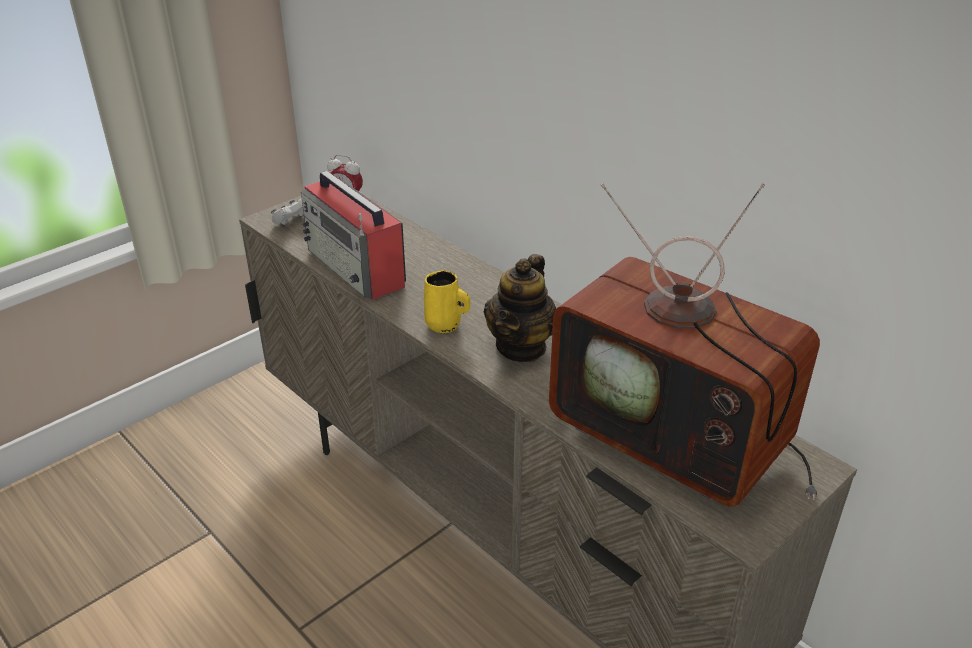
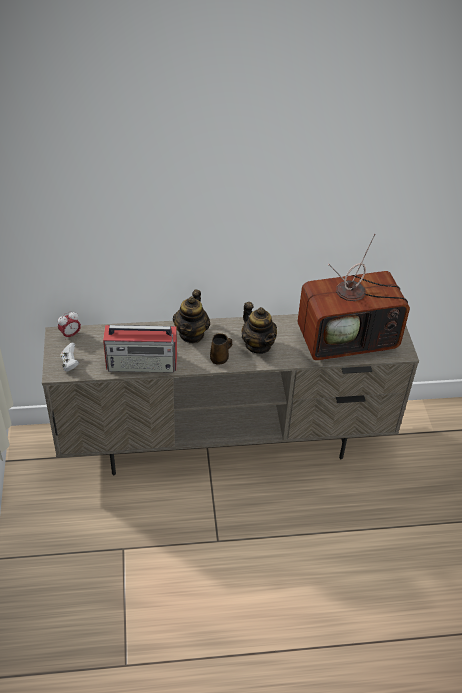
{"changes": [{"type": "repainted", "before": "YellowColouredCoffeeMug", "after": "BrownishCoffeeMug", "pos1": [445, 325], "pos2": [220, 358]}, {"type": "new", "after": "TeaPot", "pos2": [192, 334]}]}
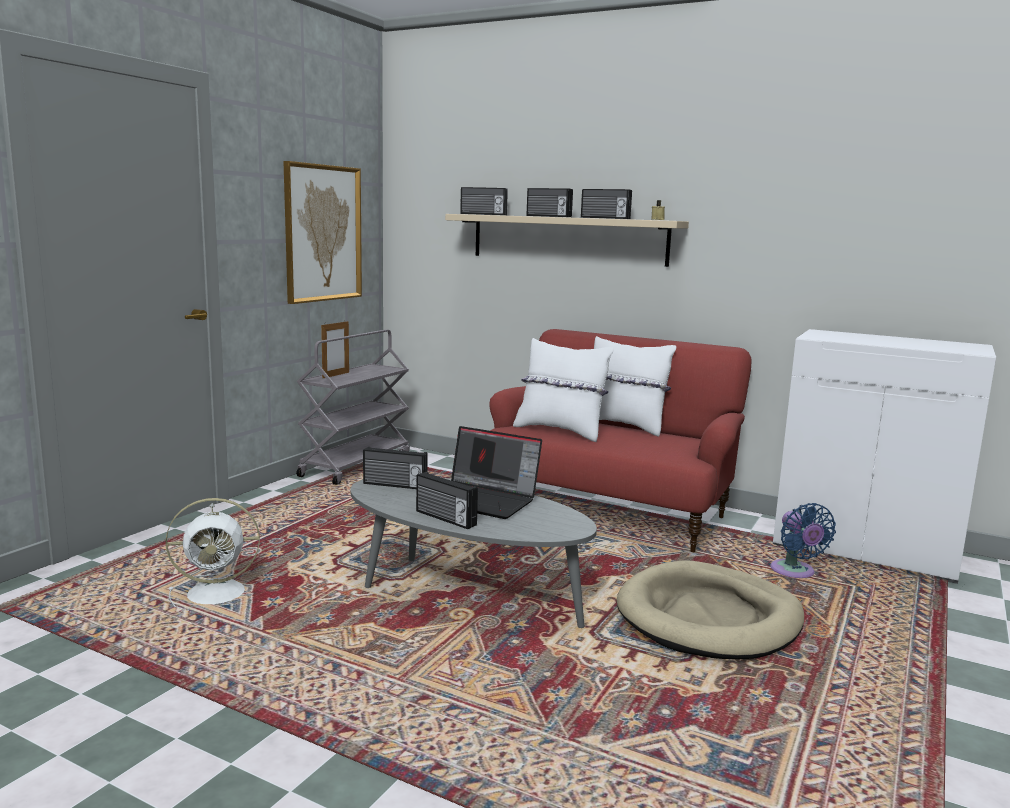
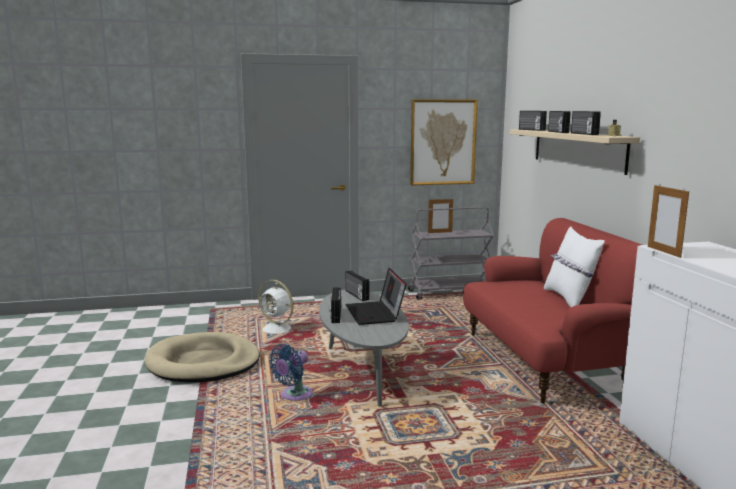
{"changes": [{"type": "gone", "before": "WhiteColouredCushion", "pos1": [561, 431]}, {"type": "shifted", "before": "SandColouredDogBed", "pos1": [709, 618], "pos2": [203, 363]}, {"type": "shifted", "before": "BluishCoolingFan", "pos1": [794, 573], "pos2": [294, 395]}, {"type": "new", "after": "PictureFrame", "pos2": [663, 252]}]}
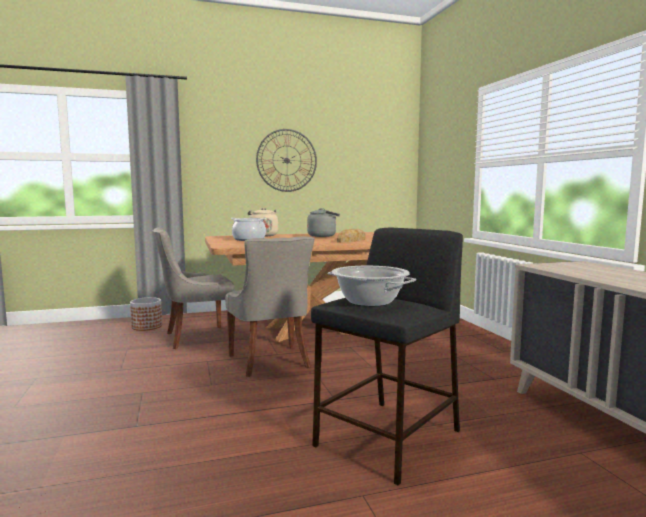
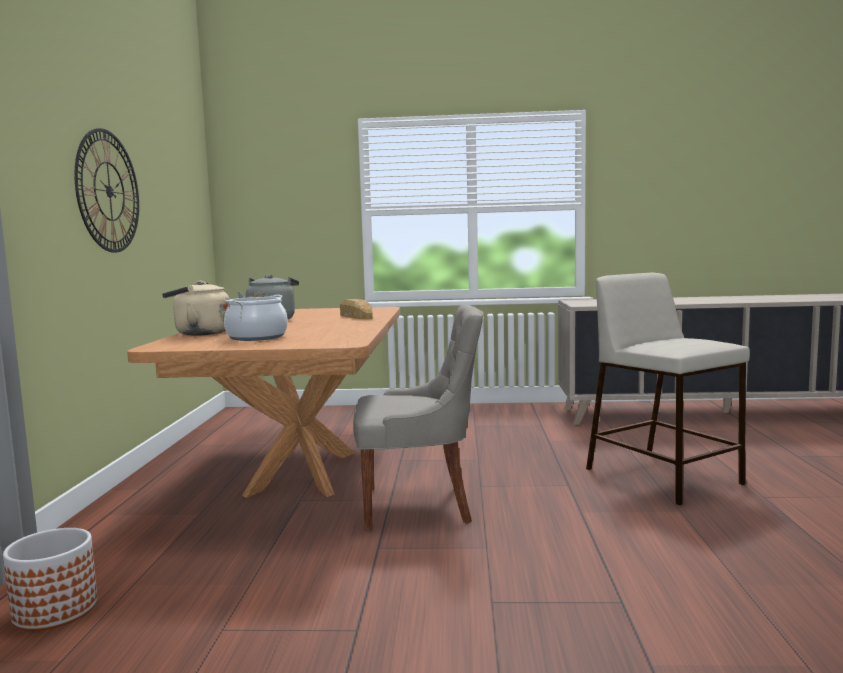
{"changes": [{"type": "gone", "before": "GrayUprightChair", "pos1": [196, 337]}, {"type": "repainted", "before": "BlackColouredStool", "after": "SandColouredStool", "pos1": [387, 439], "pos2": [664, 476]}, {"type": "gone", "before": "Stockpot", "pos1": [370, 301]}]}
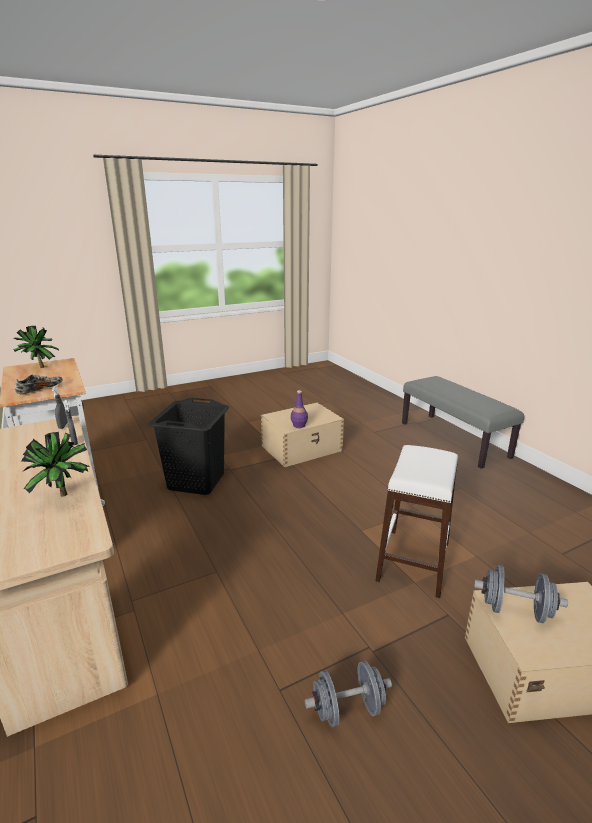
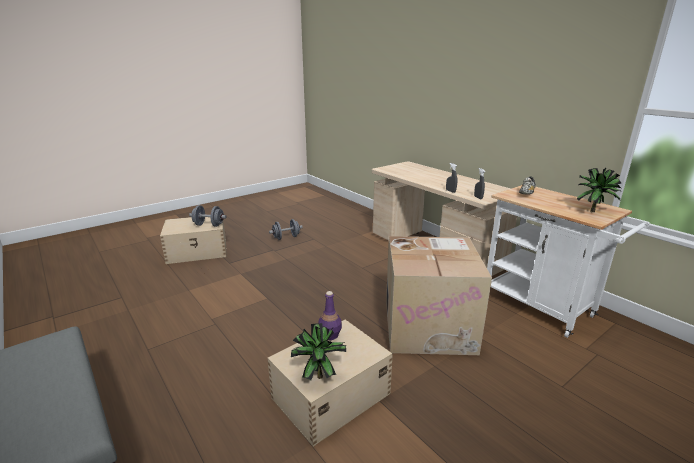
{"changes": [{"type": "shifted", "before": "PottedPlant", "pos1": [63, 497], "pos2": [318, 374]}, {"type": "swapped", "before": "BlackColouredWashingBasket", "after": "Carton", "pos1": [195, 481], "pos2": [429, 326]}, {"type": "gone", "before": "WhiteColouredStool", "pos1": [414, 561]}]}
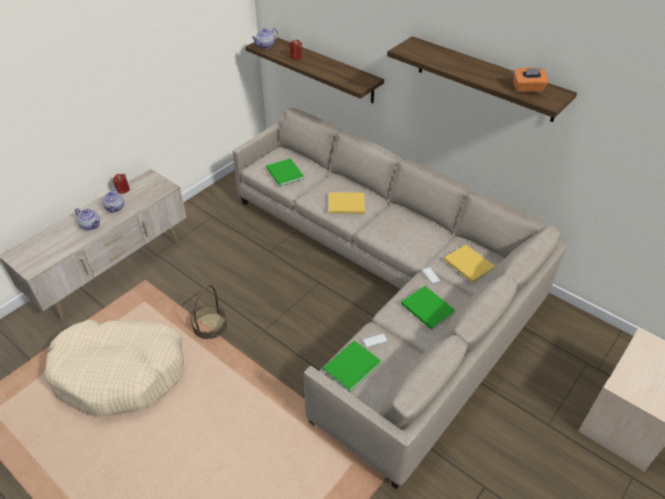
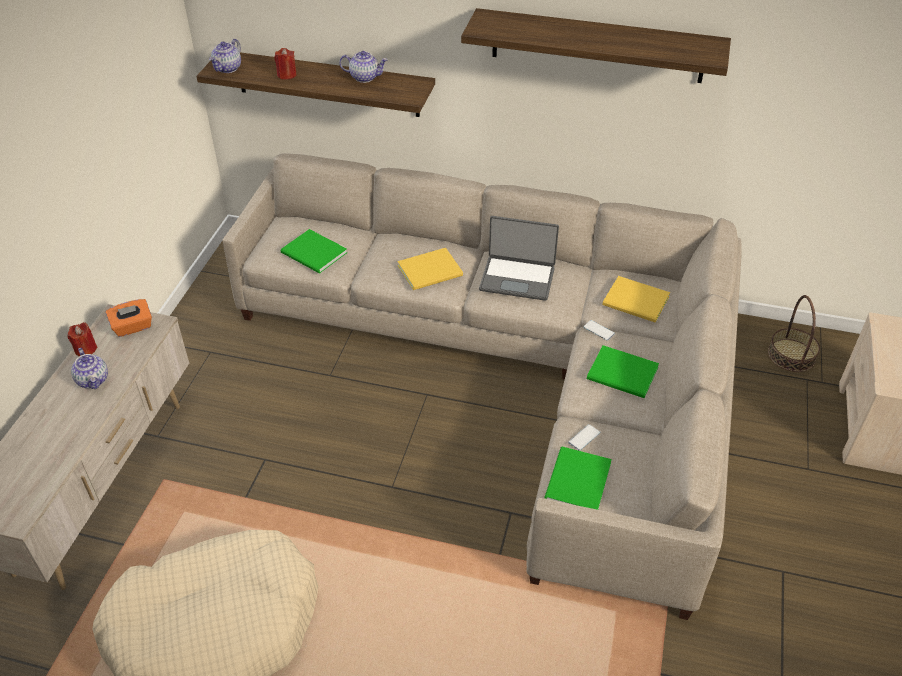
{"changes": [{"type": "shifted", "before": "TeaPot", "pos1": [91, 225], "pos2": [365, 77]}, {"type": "shifted", "before": "StorageBasket", "pos1": [210, 326], "pos2": [791, 355]}, {"type": "shifted", "before": "OrangeyTissueBox", "pos1": [528, 89], "pos2": [133, 327]}, {"type": "new", "after": "PortableComputer", "pos2": [517, 278]}]}
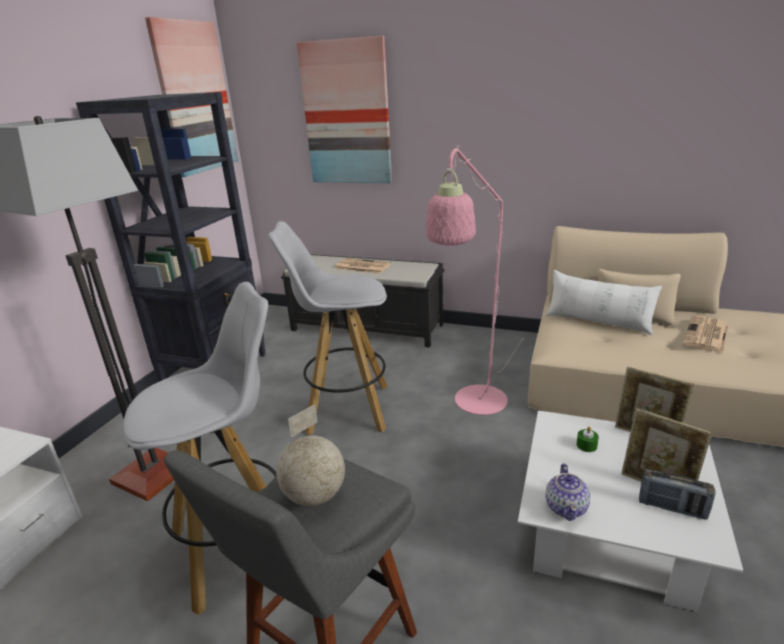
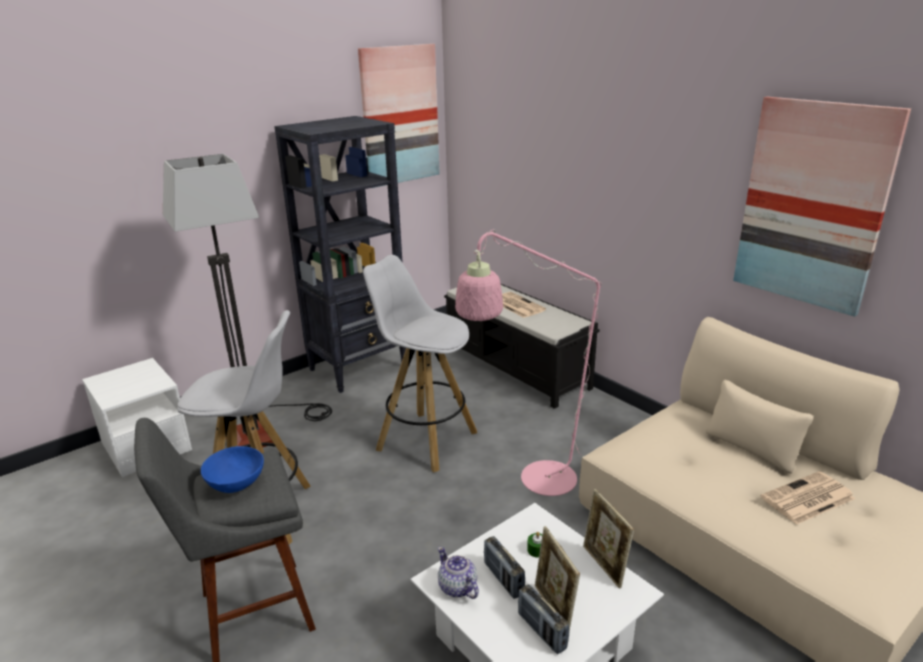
{"changes": [{"type": "swapped", "before": "WorldGlobe", "after": "BluishServingBowl", "pos1": [315, 495], "pos2": [236, 484]}, {"type": "shifted", "before": "WallArt", "pos1": [347, 114], "pos2": [812, 205]}, {"type": "gone", "before": "WhiteColouredCushion", "pos1": [597, 322]}, {"type": "rotated", "before": "TeaPot", "pos1": [566, 507], "pos2": [457, 587], "turn": 105}, {"type": "new", "after": "RadioSet", "pos2": [503, 579]}]}
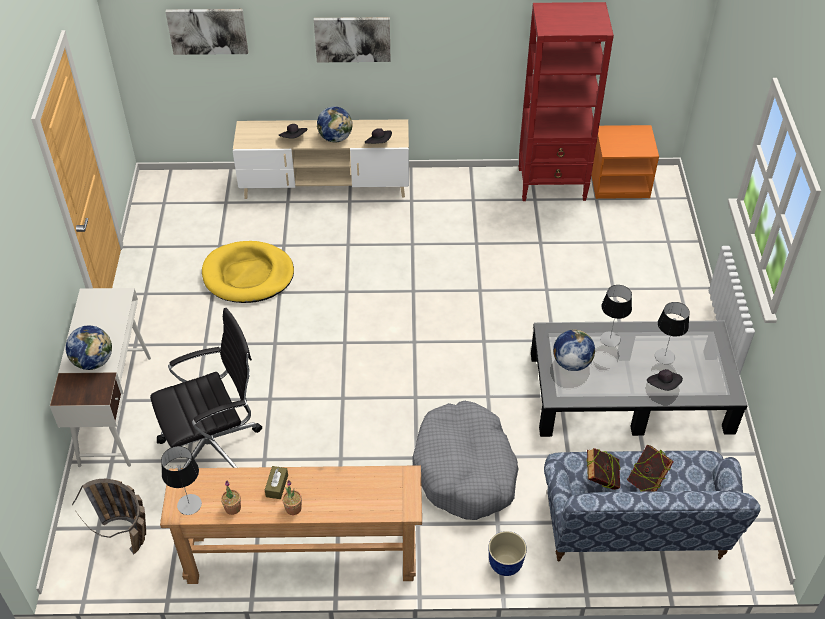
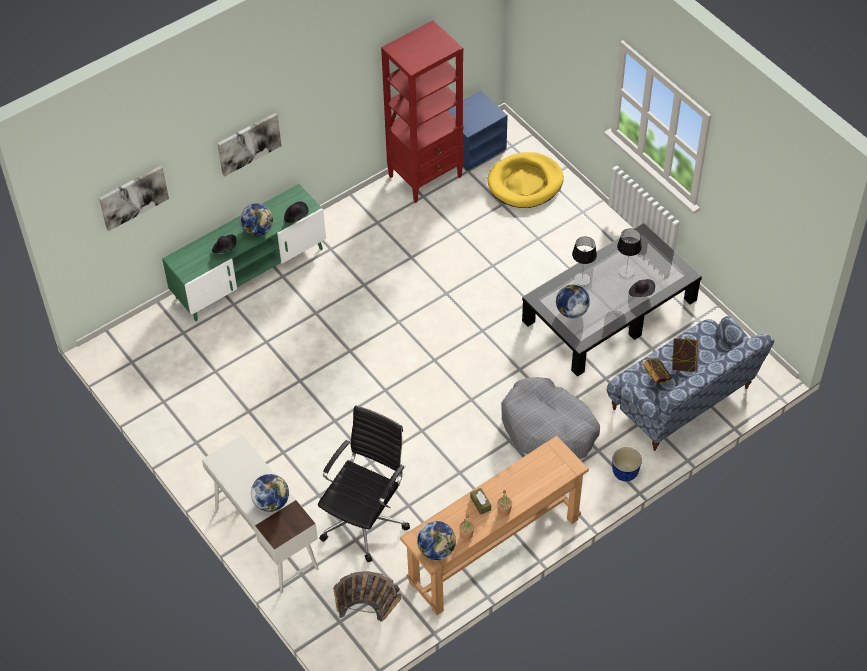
{"changes": [{"type": "swapped", "before": "TabletopLamp", "after": "WorldGlobe", "pos1": [189, 504], "pos2": [437, 550]}, {"type": "shifted", "before": "YellowColouredDogBed", "pos1": [248, 275], "pos2": [525, 183]}, {"type": "repainted", "before": "SandColouredTvStand", "after": "GreenColouredTvStand", "pos1": [325, 184], "pos2": [249, 273]}, {"type": "repainted", "before": "OrangeyBedsideTable", "after": "BluishBedsideTable", "pos1": [620, 182], "pos2": [474, 147]}]}
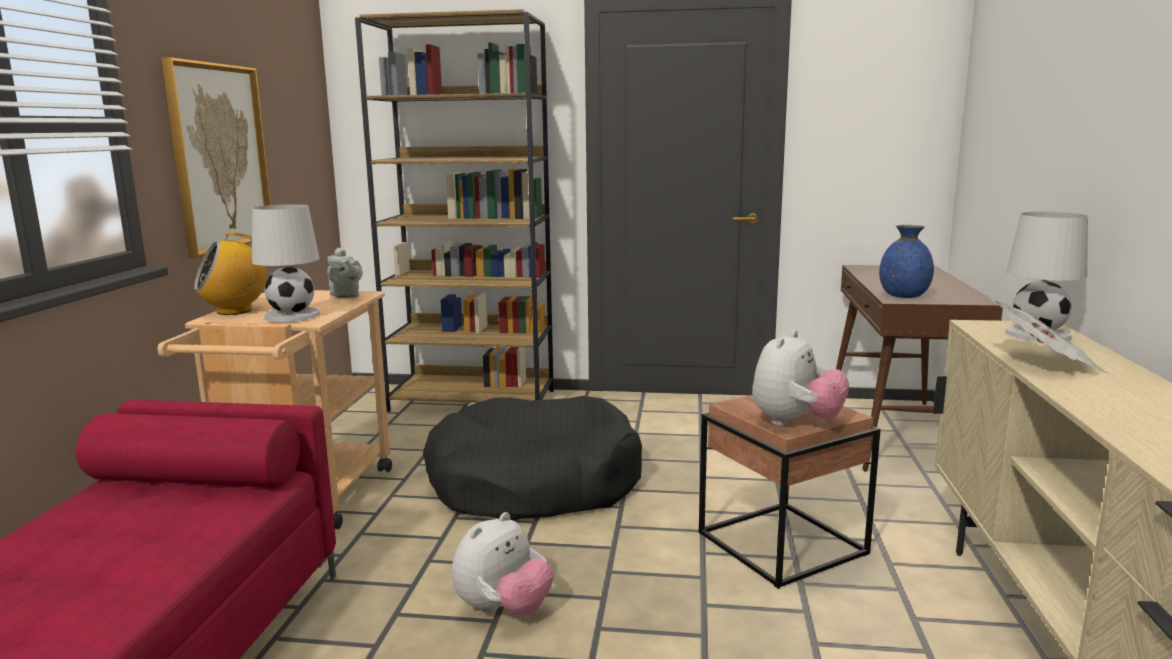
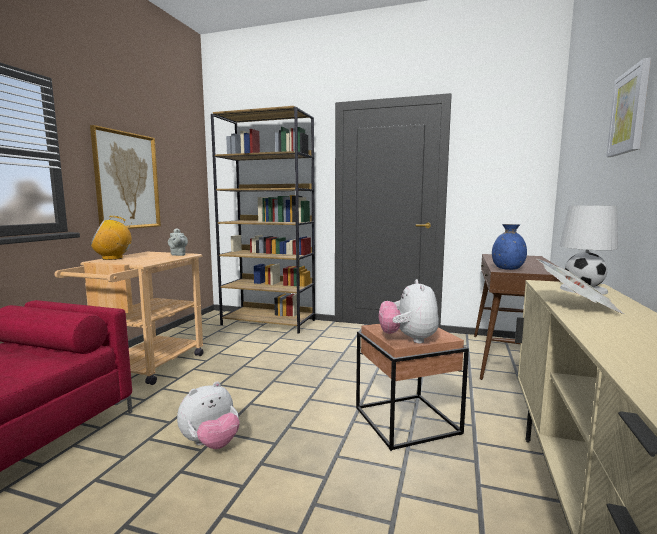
{"changes": [{"type": "gone", "before": "WhiteColouredTabletopLamp", "pos1": [292, 316]}, {"type": "gone", "before": "BlackColouredDogBed", "pos1": [534, 483]}, {"type": "rotated", "before": "SoftToy", "pos1": [795, 422], "pos2": [408, 339], "turn": 135}, {"type": "new", "after": "WallArt", "pos2": [629, 112]}]}
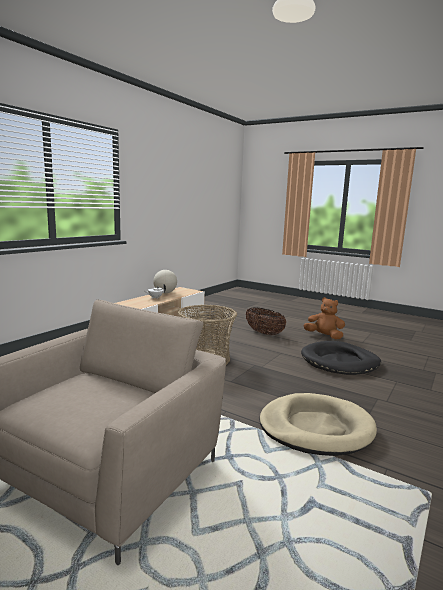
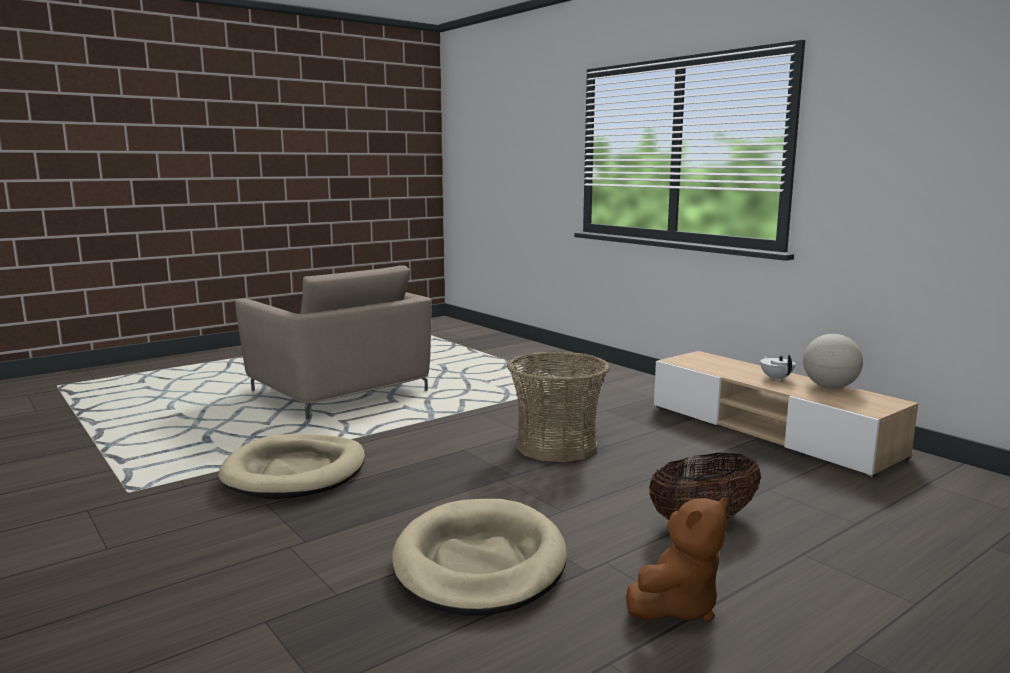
{"changes": [{"type": "repainted", "before": "BlackColouredDogBed", "after": "SandColouredDogBed", "pos1": [340, 361], "pos2": [479, 563]}]}
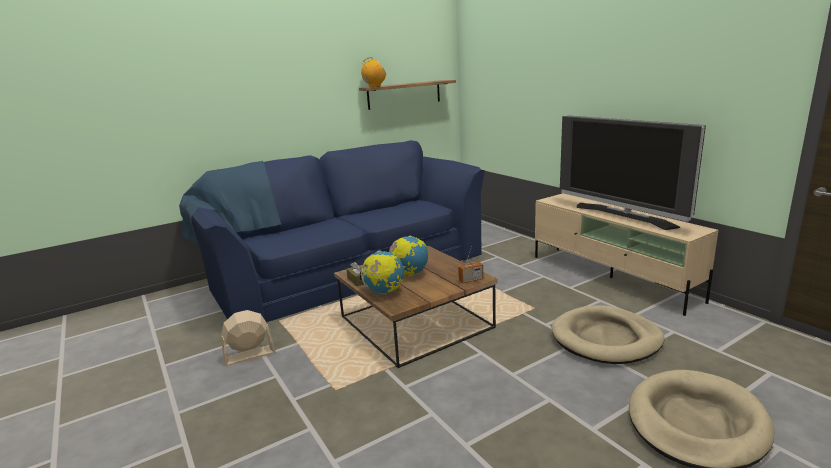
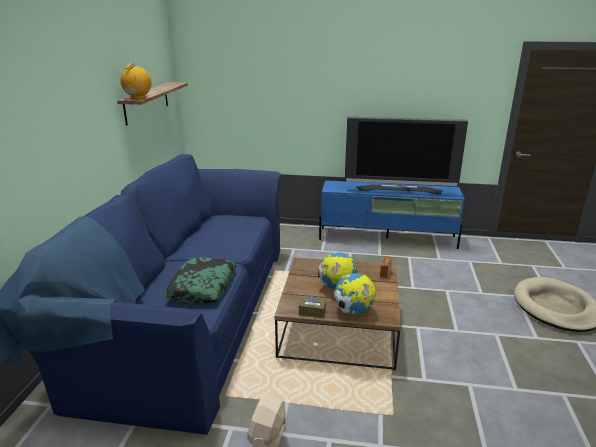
{"changes": [{"type": "repainted", "before": "SandColouredTvStand", "after": "BluishTvStand", "pos1": [611, 278], "pos2": [388, 238]}, {"type": "gone", "before": "SandColouredDogBed", "pos1": [606, 339]}, {"type": "new", "after": "Cushion", "pos2": [202, 287]}]}
